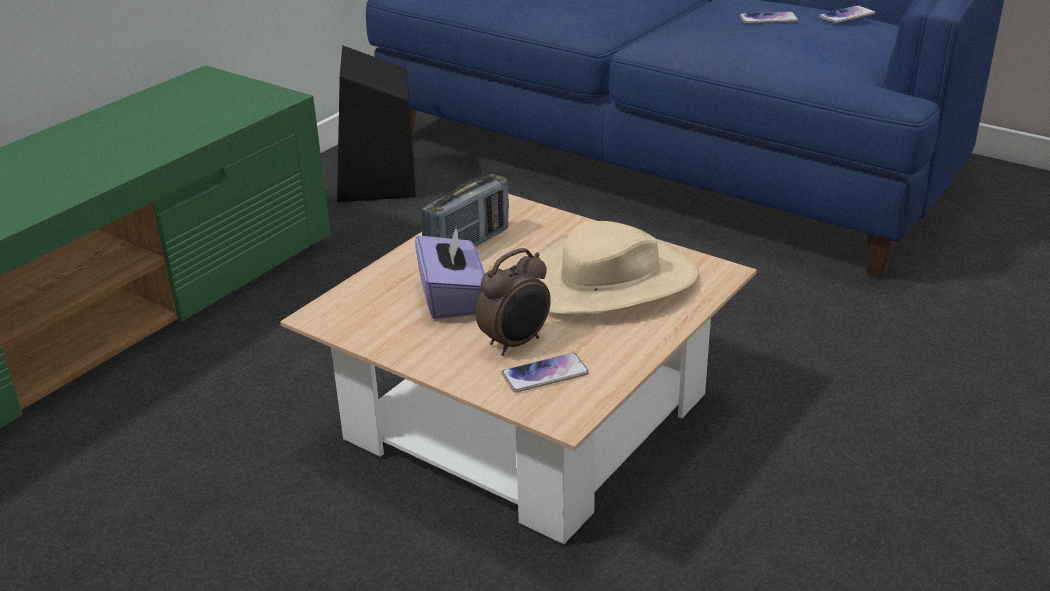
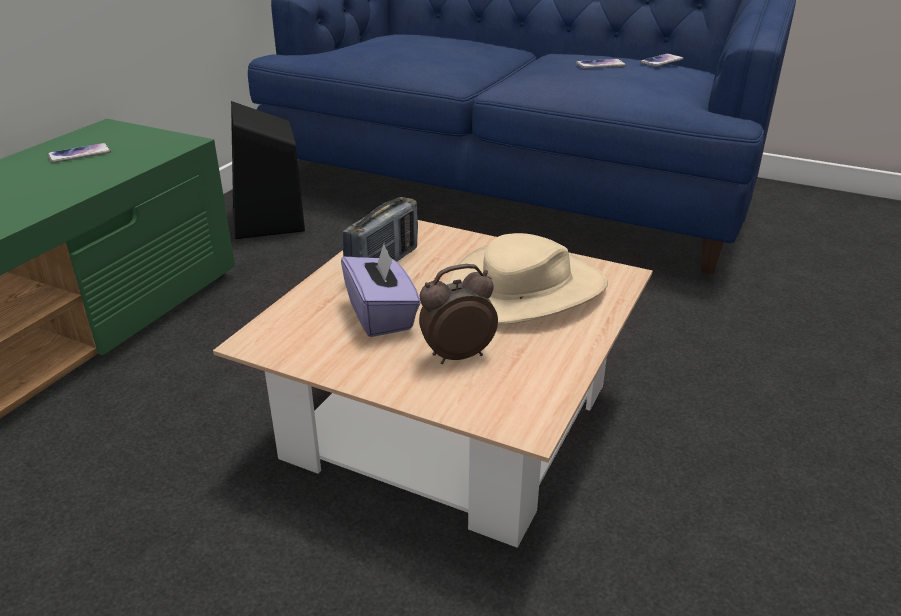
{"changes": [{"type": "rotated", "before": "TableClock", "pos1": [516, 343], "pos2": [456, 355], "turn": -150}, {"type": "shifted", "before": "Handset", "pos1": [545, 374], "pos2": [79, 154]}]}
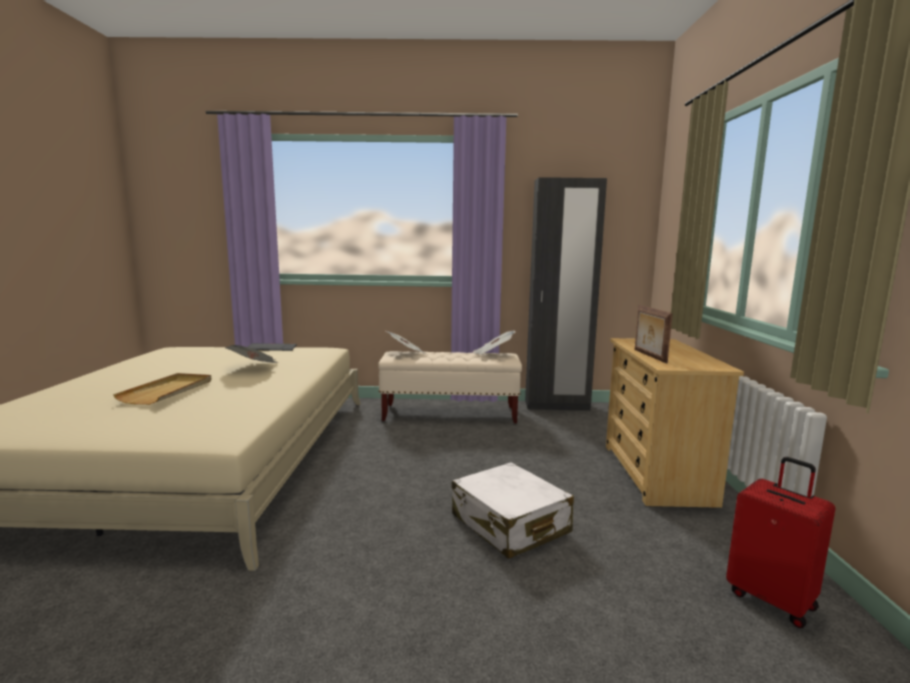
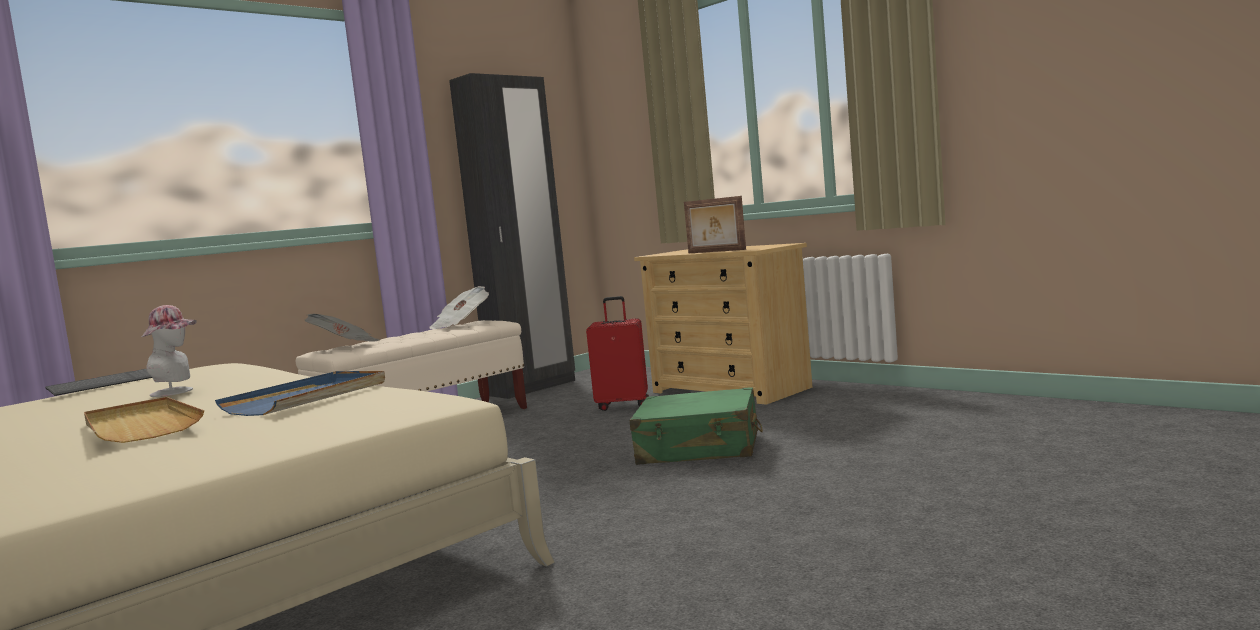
{"changes": [{"type": "swapped", "before": "PrintedPaper", "after": "Hat", "pos1": [255, 367], "pos2": [177, 391]}, {"type": "repainted", "before": "WhiteColouredTravelCase", "after": "GreenColouredTravelCase", "pos1": [509, 524], "pos2": [699, 448]}, {"type": "shifted", "before": "RedTravelCase", "pos1": [772, 599], "pos2": [623, 405]}, {"type": "new", "after": "BluishTray", "pos2": [308, 397]}]}
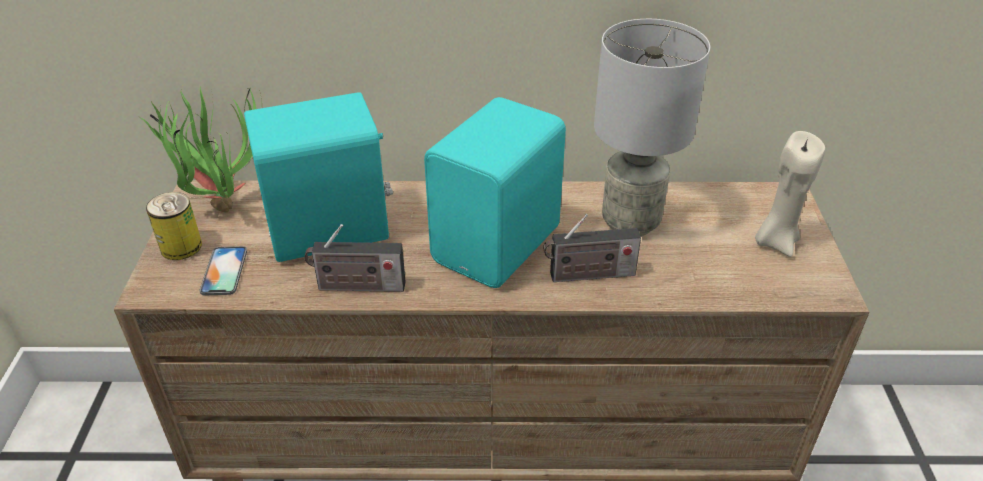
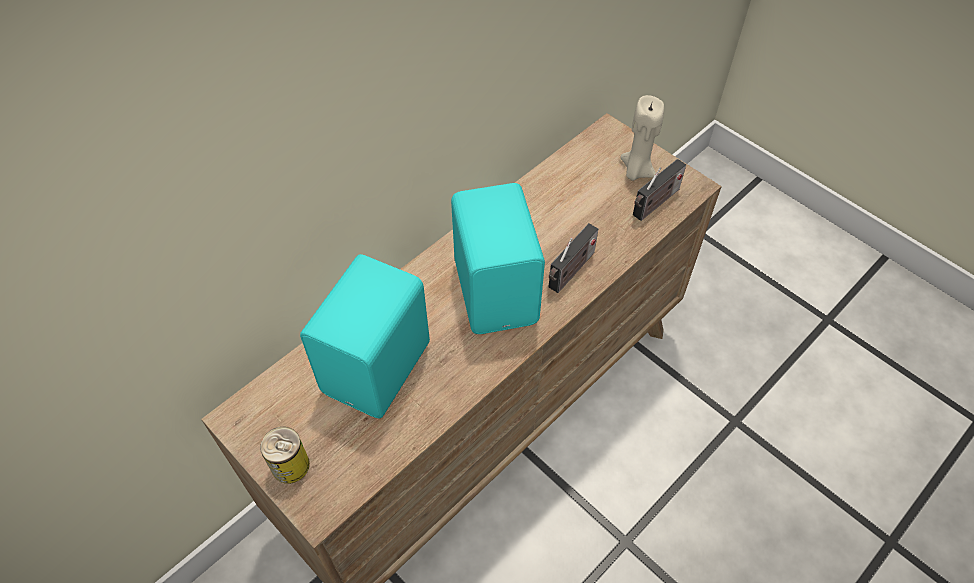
{"changes": [{"type": "gone", "before": "PottedPlant", "pos1": [221, 201]}, {"type": "gone", "before": "Handset", "pos1": [224, 271]}, {"type": "shifted", "before": "RadioSet", "pos1": [357, 286], "pos2": [654, 204]}, {"type": "gone", "before": "GrayTabletopLamp", "pos1": [631, 223]}]}
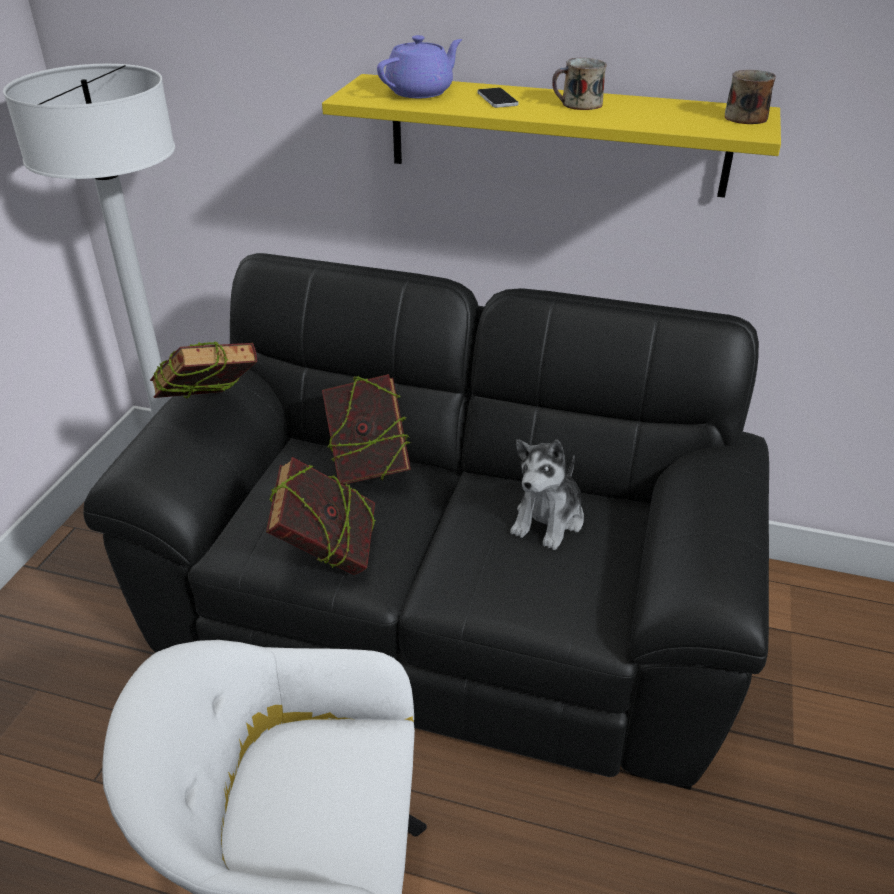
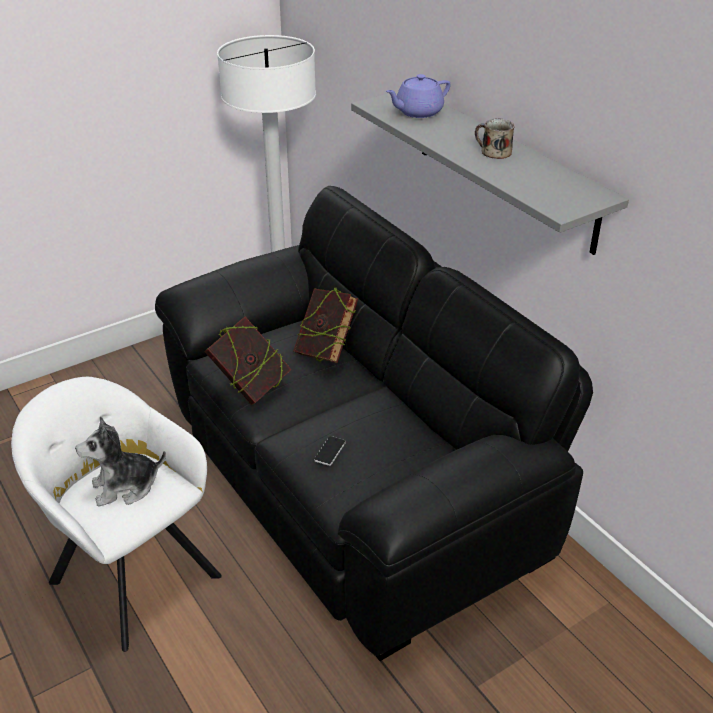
{"changes": [{"type": "gone", "before": "BoundBook", "pos1": [210, 412]}, {"type": "repainted", "before": "YellowColouredWallShelf", "after": "GrayWallShelf", "pos1": [556, 135], "pos2": [504, 168]}, {"type": "rotated", "before": "PurplishTeaPot", "pos1": [421, 92], "pos2": [417, 112], "turn": 150}, {"type": "shifted", "before": "Handset", "pos1": [497, 99], "pos2": [330, 451]}, {"type": "shifted", "before": "SoftToy", "pos1": [548, 520], "pos2": [125, 487]}, {"type": "gone", "before": "CoffeeMug", "pos1": [746, 116]}]}
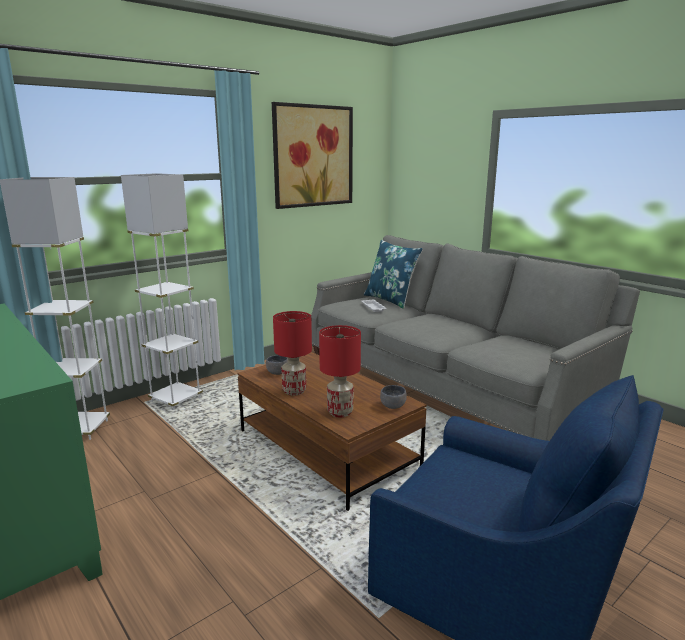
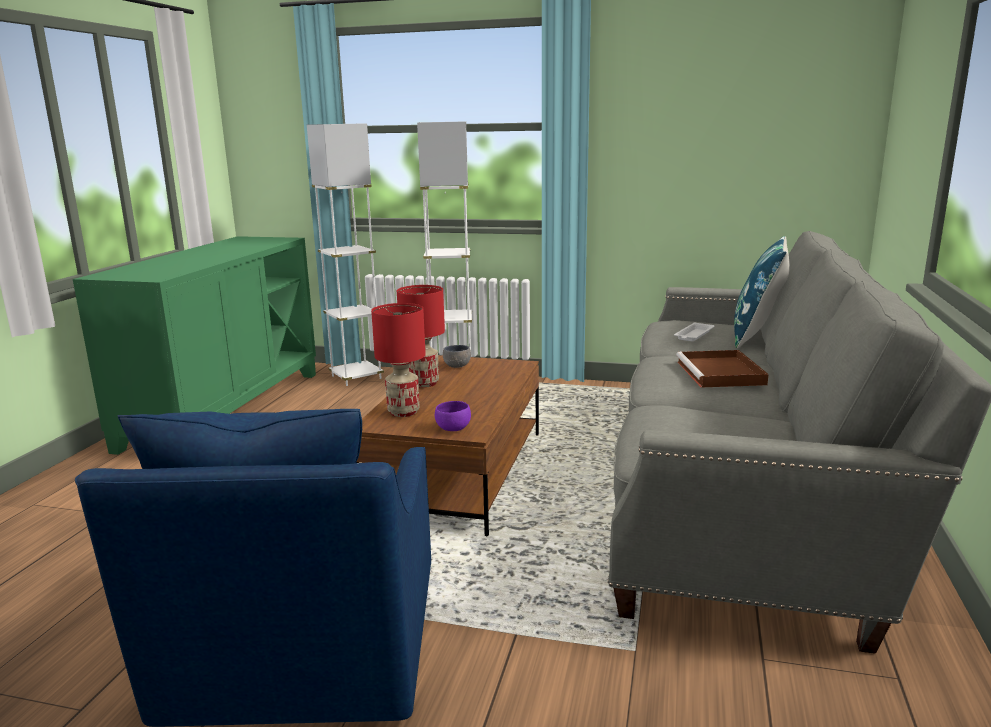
{"changes": [{"type": "gone", "before": "WallArt", "pos1": [313, 156]}, {"type": "repainted", "before": "GrayServingBowl", "after": "PurplishServingBowl", "pos1": [392, 407], "pos2": [452, 429]}, {"type": "new", "after": "BrownishTray", "pos2": [721, 373]}]}
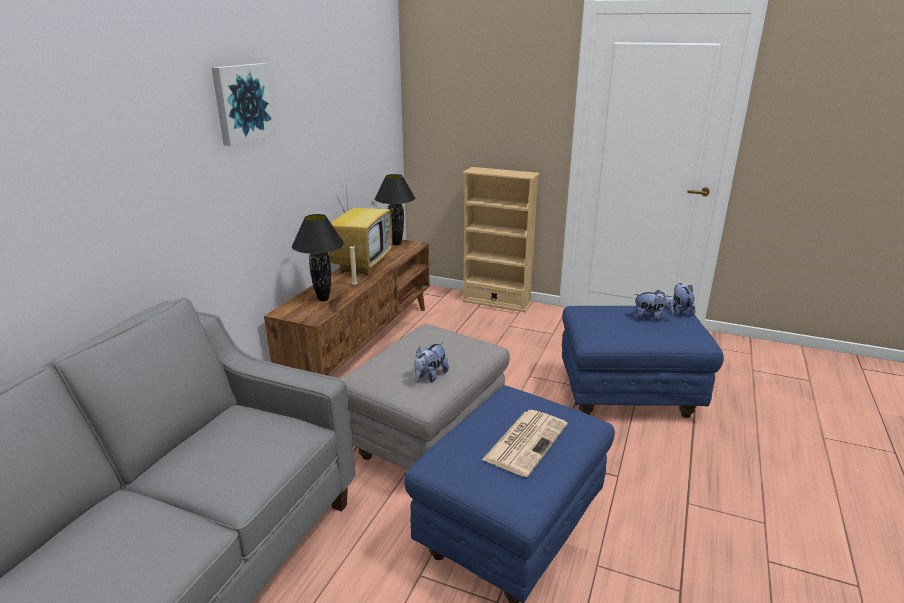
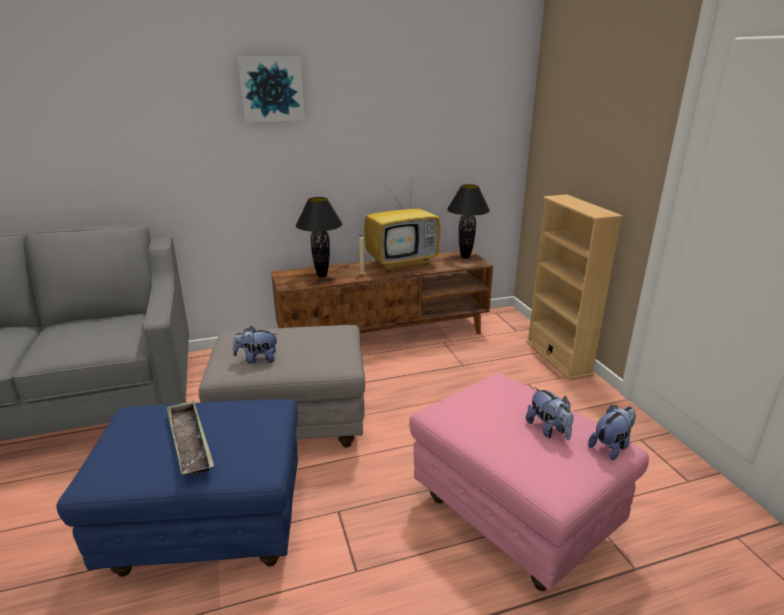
{"changes": [{"type": "swapped", "before": "PrintedPaper", "after": "Tray", "pos1": [526, 441], "pos2": [190, 442]}, {"type": "repainted", "before": "BluishPouffe", "after": "PinkishPouffe", "pos1": [628, 397], "pos2": [514, 519]}]}
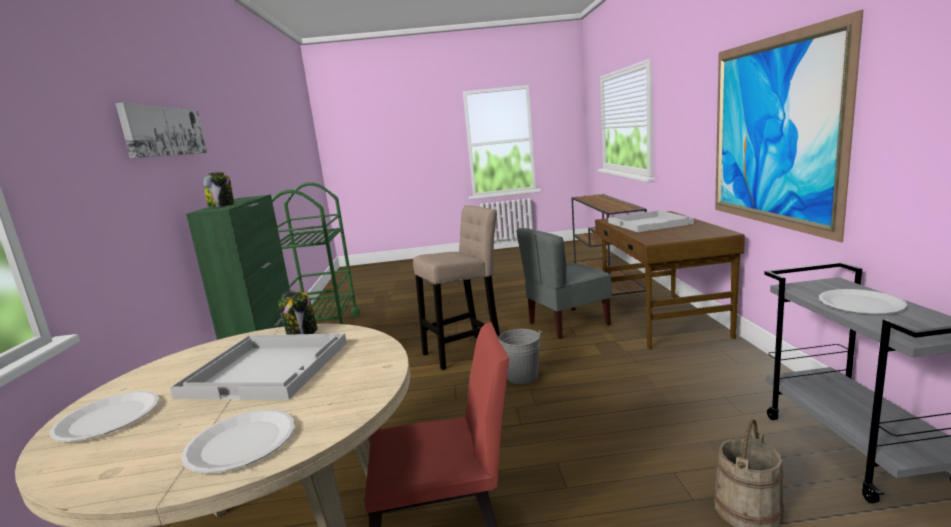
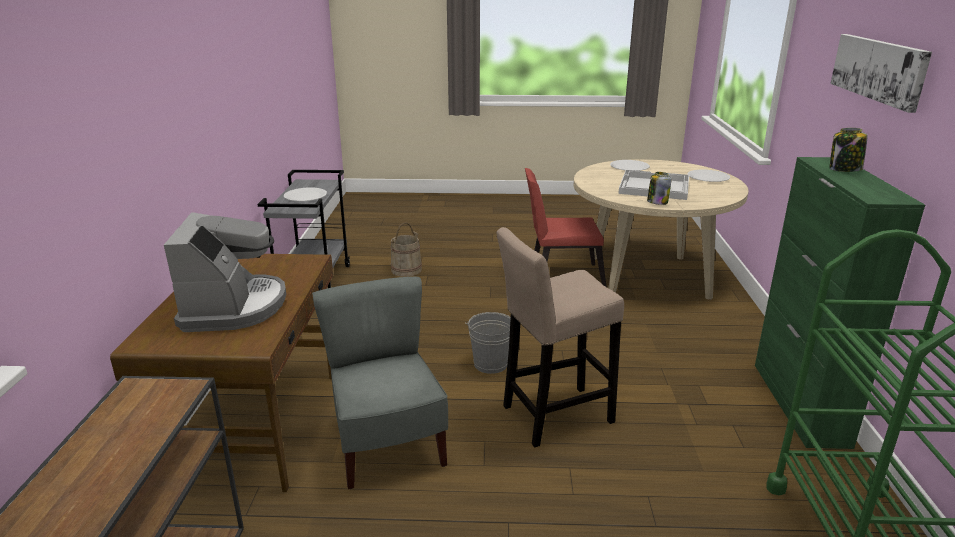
{"changes": [{"type": "rotated", "before": "GrayUprightChair", "pos1": [567, 324], "pos2": [387, 447], "turn": -90}, {"type": "swapped", "before": "WhiteColouredTray", "after": "CoffeeMaker", "pos1": [650, 223], "pos2": [234, 307]}, {"type": "gone", "before": "WallArt", "pos1": [772, 133]}]}
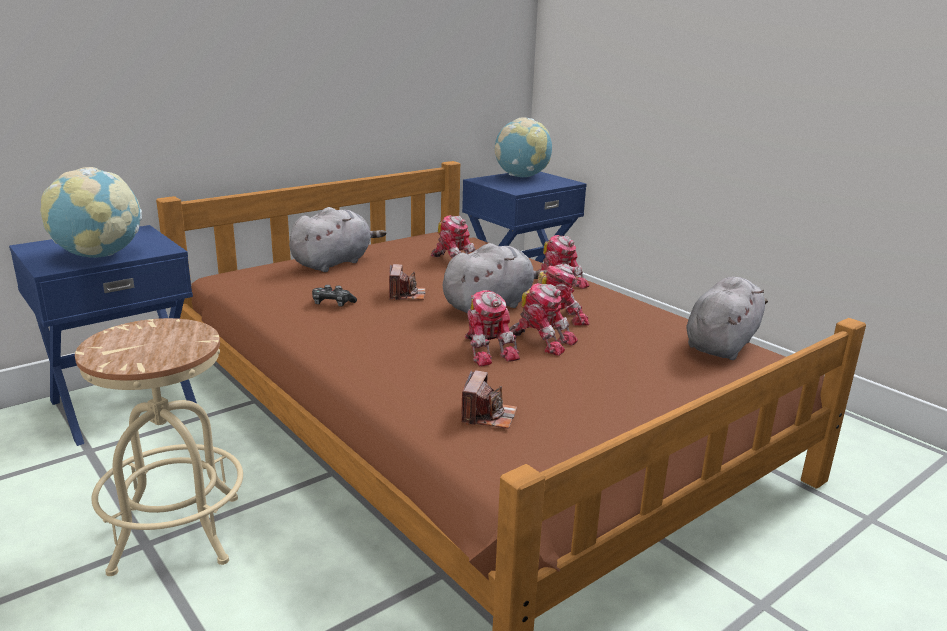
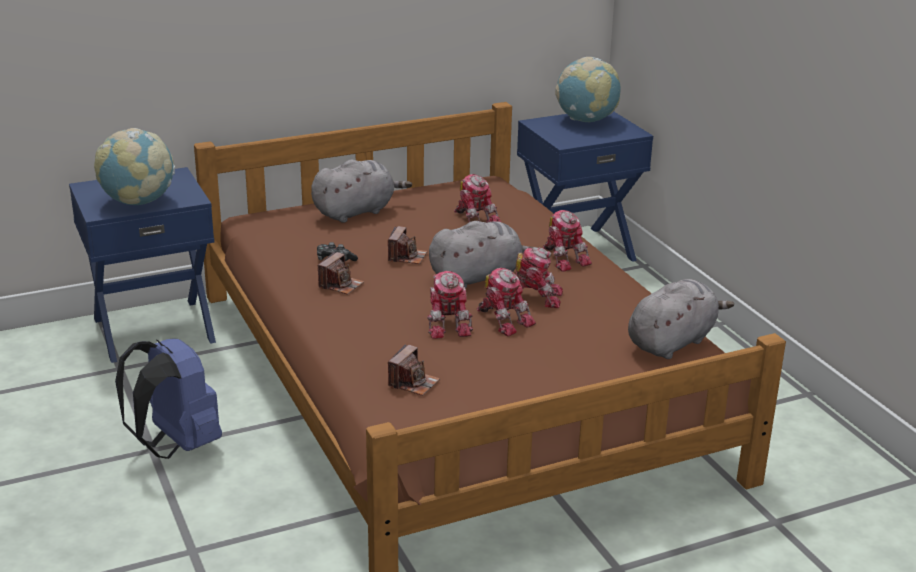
{"changes": [{"type": "swapped", "before": "SandColouredStool", "after": "BluishBackpack", "pos1": [177, 534], "pos2": [176, 445]}, {"type": "new", "after": "StillCamera", "pos2": [341, 285]}]}
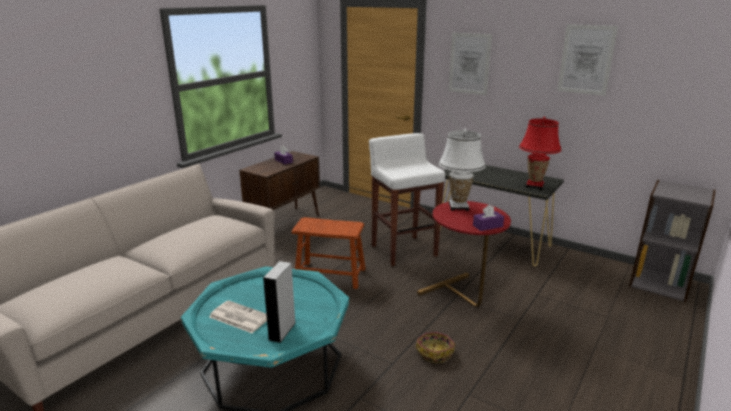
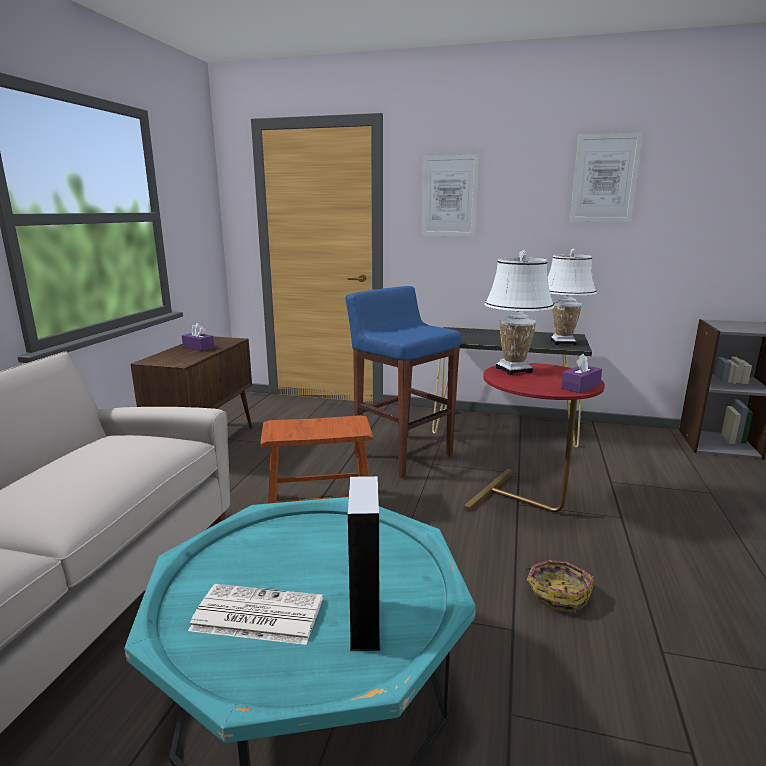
{"changes": [{"type": "repainted", "before": "WhiteColouredStool", "after": "BluishStool", "pos1": [403, 250], "pos2": [402, 455]}, {"type": "repainted", "before": "RedTabletopLamp", "after": "WhiteColouredTabletopLamp", "pos1": [534, 185], "pos2": [563, 342]}]}
